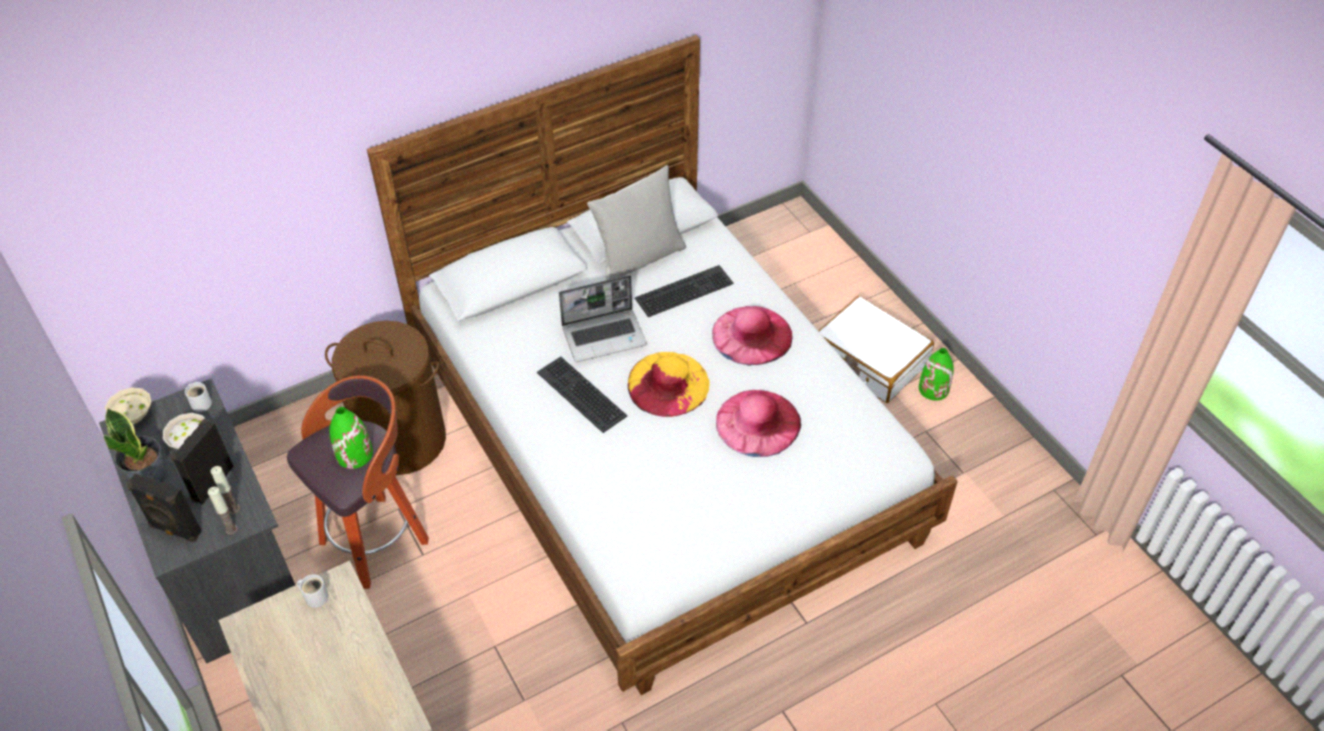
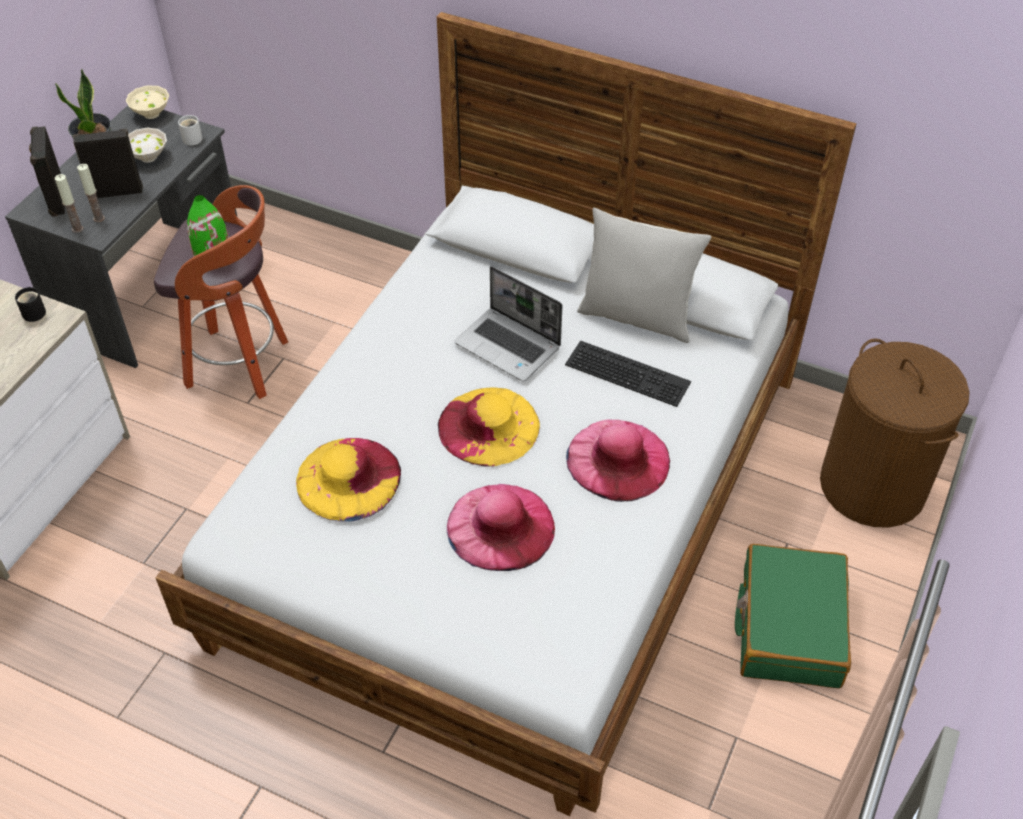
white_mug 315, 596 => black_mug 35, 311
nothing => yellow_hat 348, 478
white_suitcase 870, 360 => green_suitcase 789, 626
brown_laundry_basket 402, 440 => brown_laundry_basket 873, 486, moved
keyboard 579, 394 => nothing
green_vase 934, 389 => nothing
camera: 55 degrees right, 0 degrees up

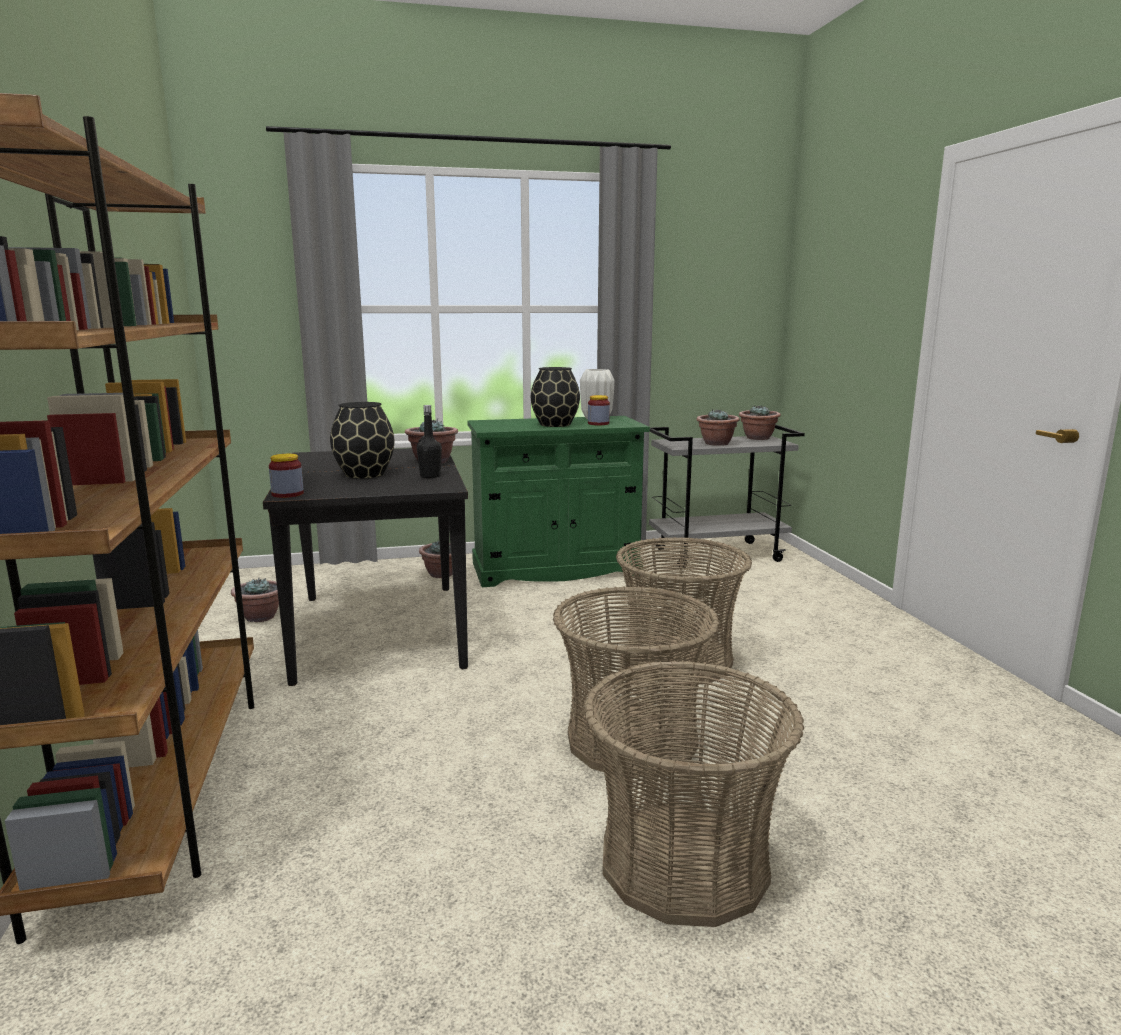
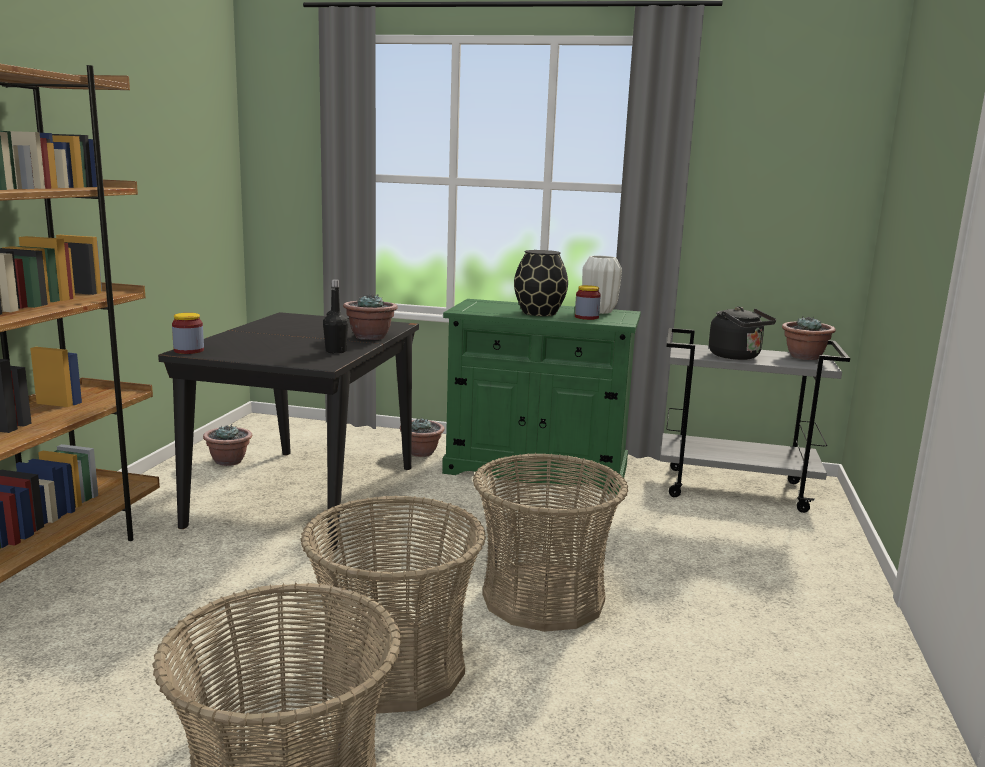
potted_plant 716, 443 => black_kettle 737, 357
black_vase 364, 474 => nothing
camera: 25 degrees right, 0 degrees up

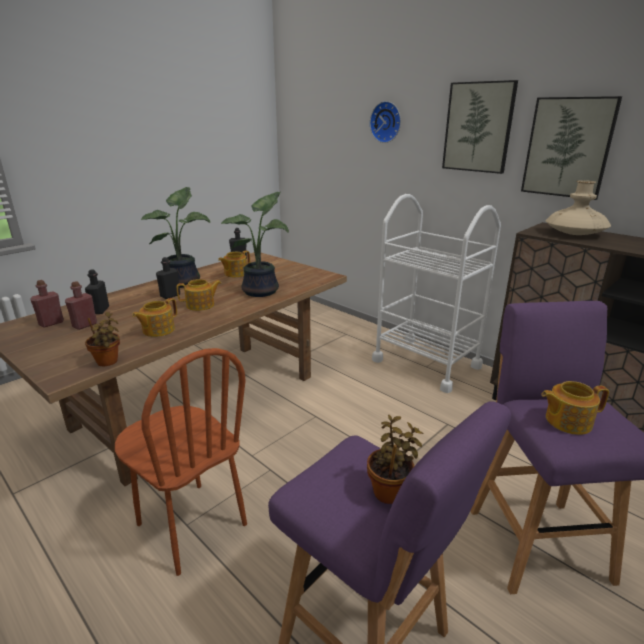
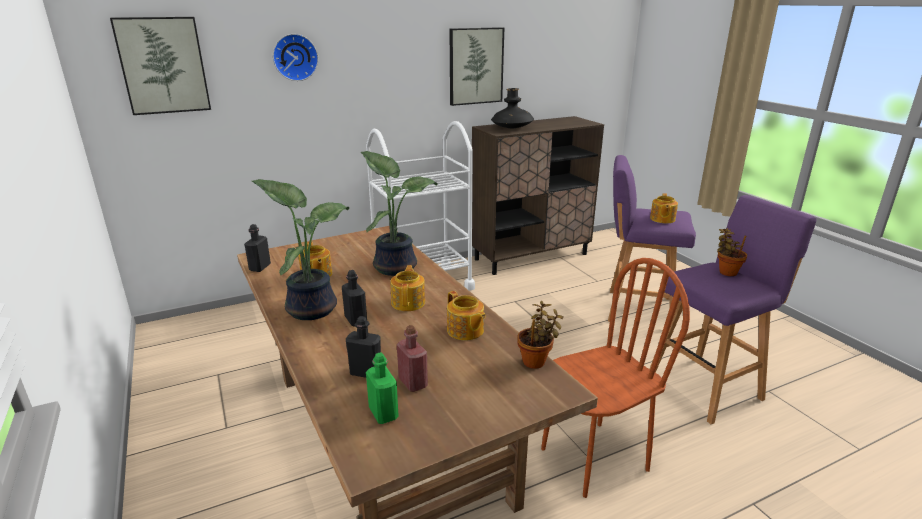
picture 478, 127 => picture 163, 65, moved
red_bottle 51, 323 => green_bottle 383, 413
beige_vase 574, 234 => black_vase 512, 127
camera: 70 degrees left, 0 degrees up

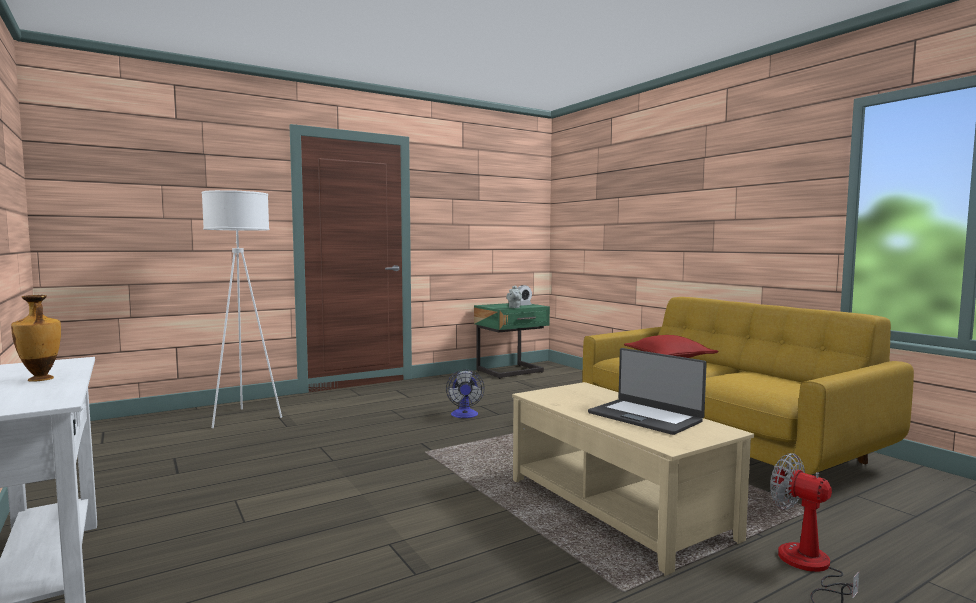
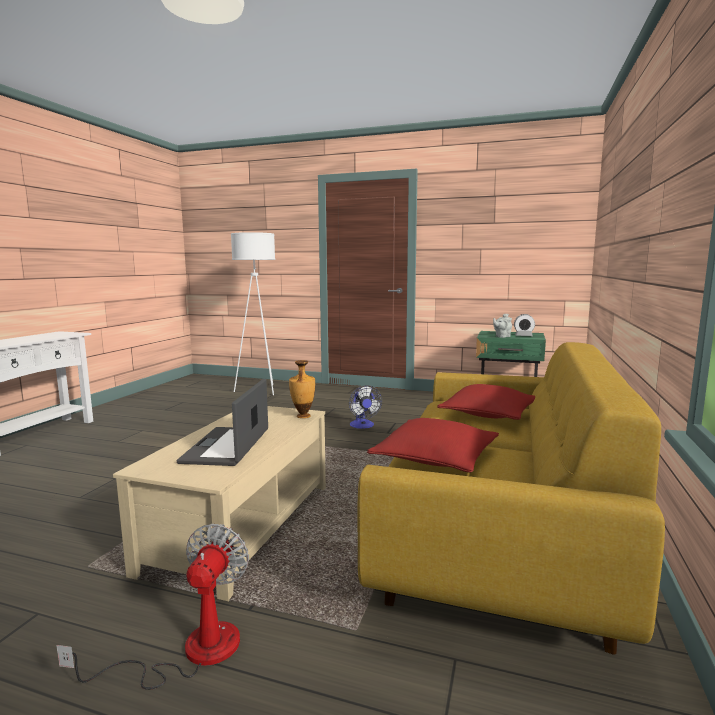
vase 40, 379 => vase 303, 416, moved
fan 464, 415 => fan 363, 426, 60 degrees counterclockwise
nothing => red_pillow 435, 458
camera: 50 degrees right, 5 degrees up

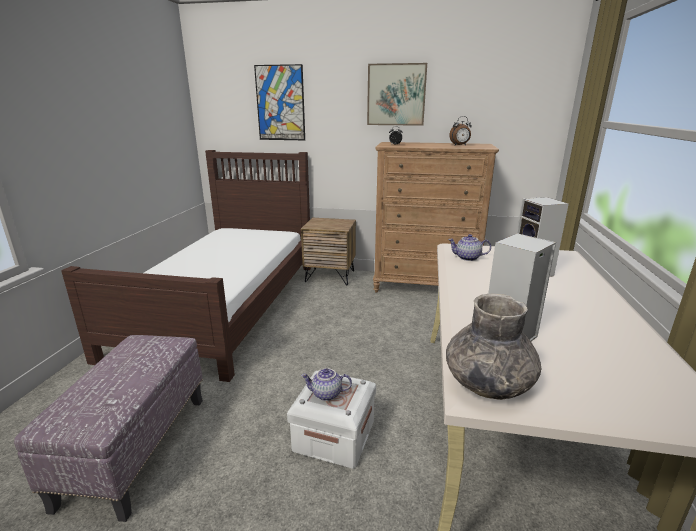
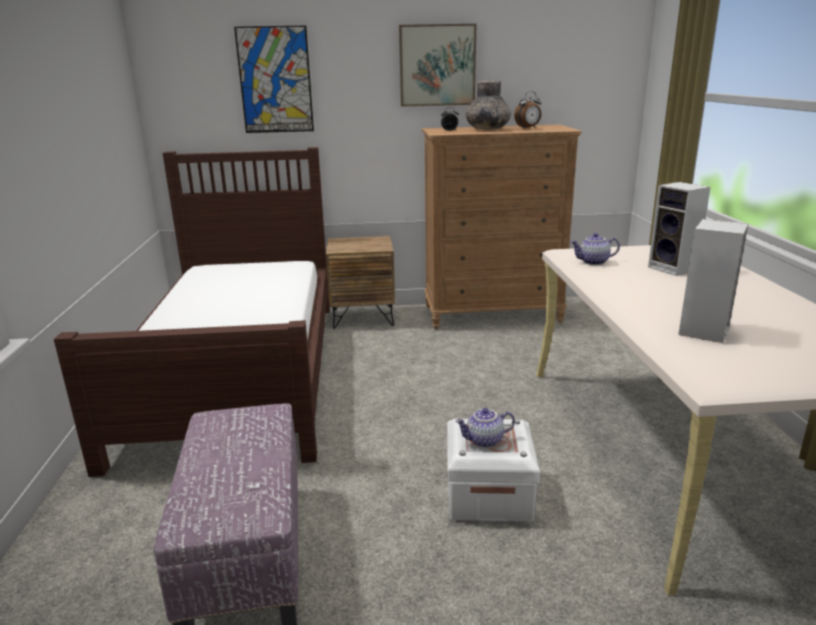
grey_vase 487, 383 => grey_vase 487, 129, moved
camera: 15 degrees left, 0 degrees up

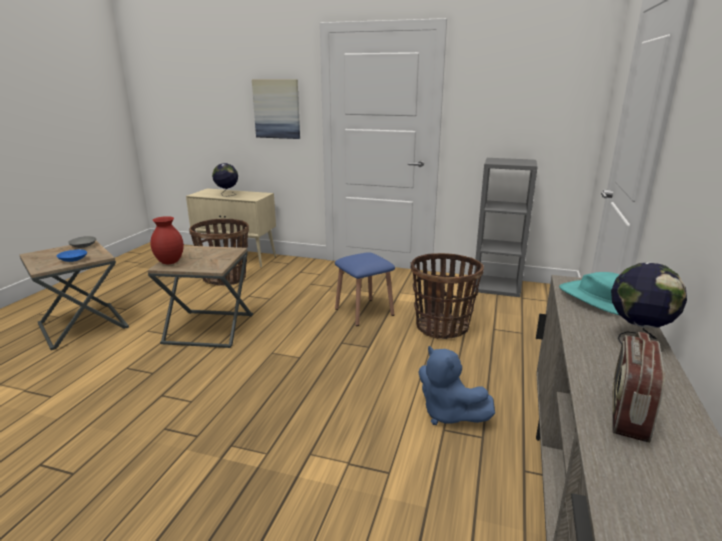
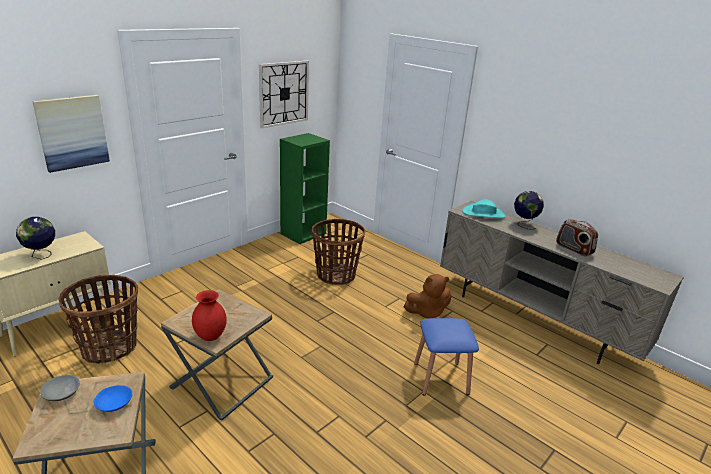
nothing => wall_clock 284, 93
grey_bookcase 497, 286 => green_bookcase 303, 233
blue_plush_toy 448, 414 => brown_plush_toy 427, 312
blue_stool 364, 312 => blue_stool 441, 378, moved
camera: 65 degrees left, 5 degrees up

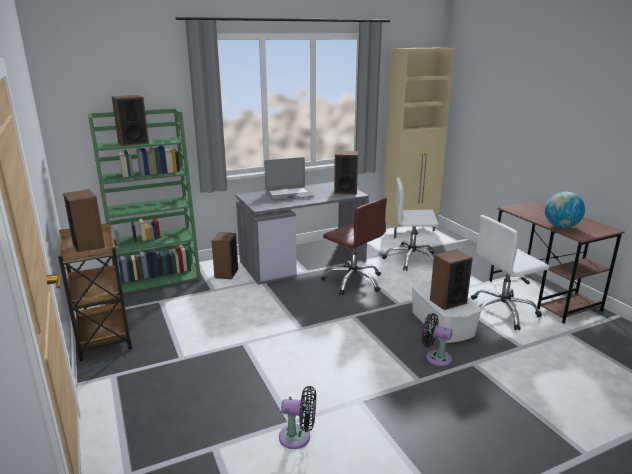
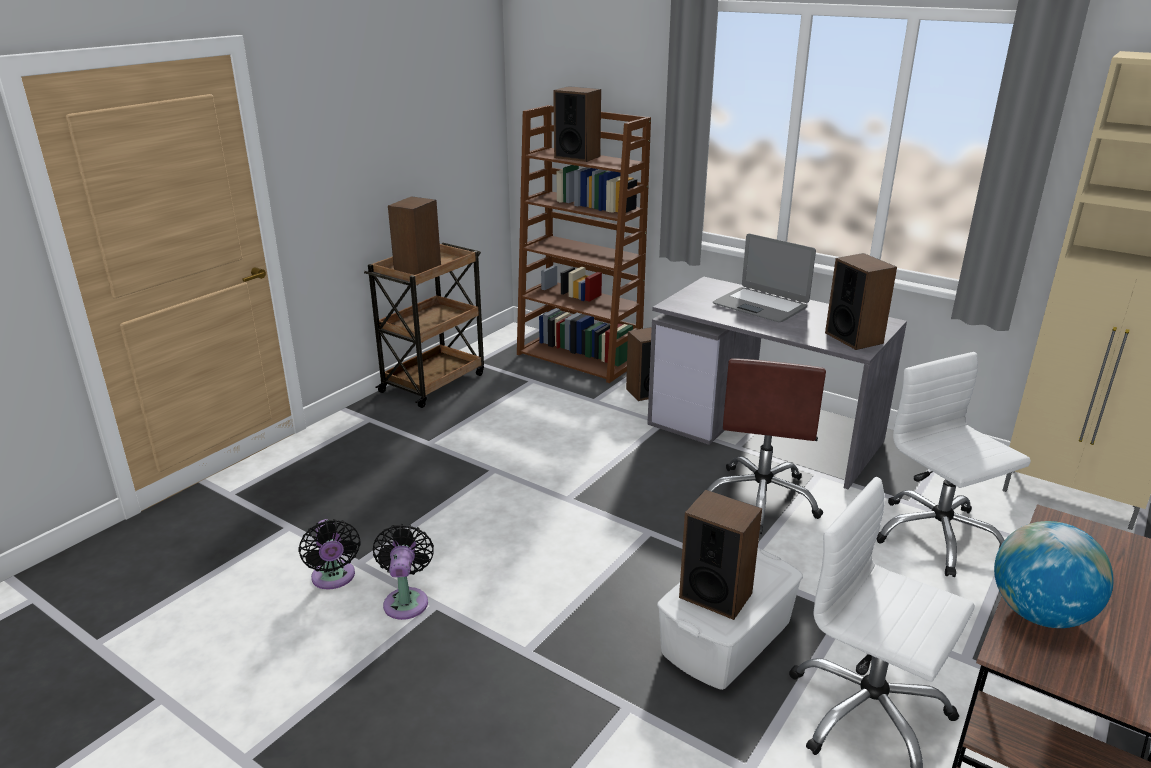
black_fan 435, 357 => black_fan 406, 600, moved
green_bookcase 158, 278 => brown_bookcase 580, 357
camera: 60 degrees right, 5 degrees up

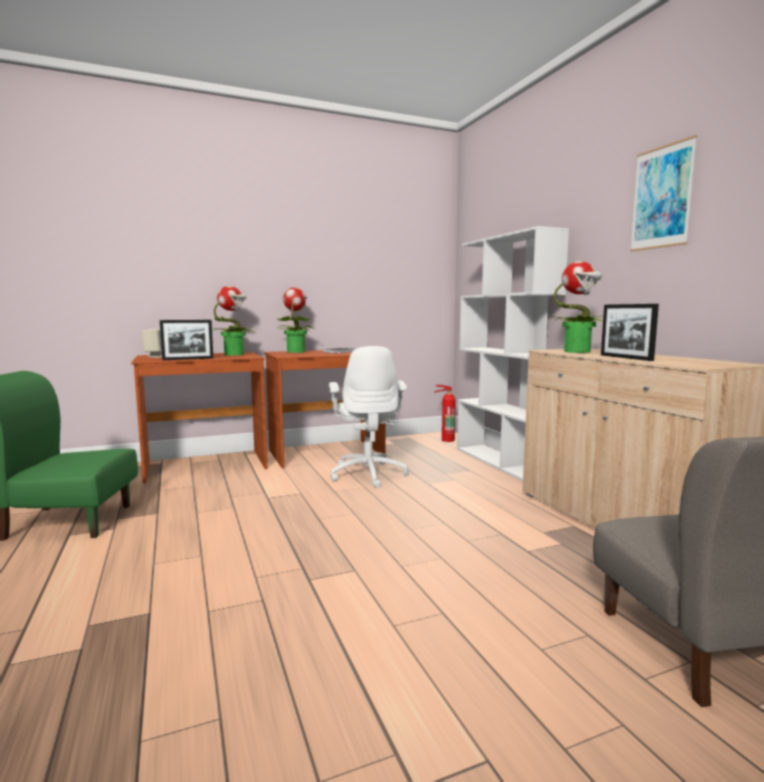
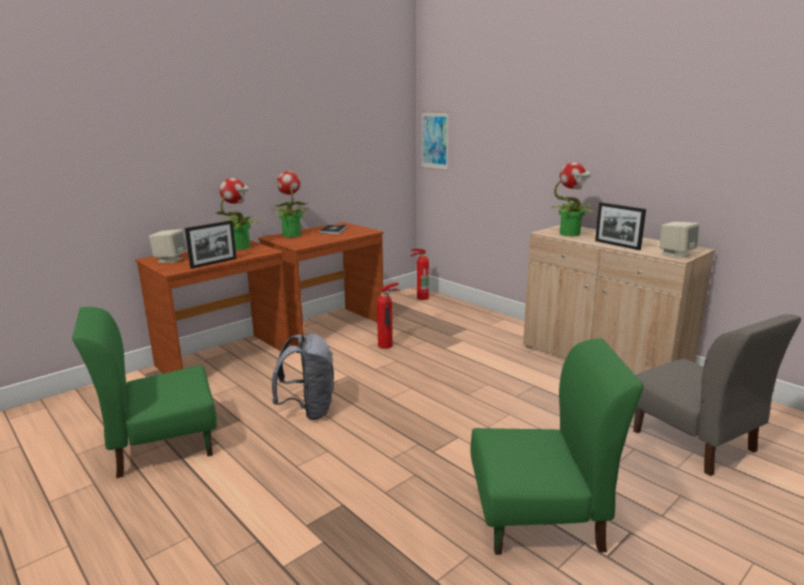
nothing => grey_backpack 308, 410
white_office_chair 368, 474 => fire_extinguisher 387, 346
picture 662, 197 => picture 435, 140, moved
nothing => green_chair 539, 519
nothing => beige_speaker 676, 254
white_bookcase 502, 462 => nothing
camera: 20 degrees left, 10 degrees up

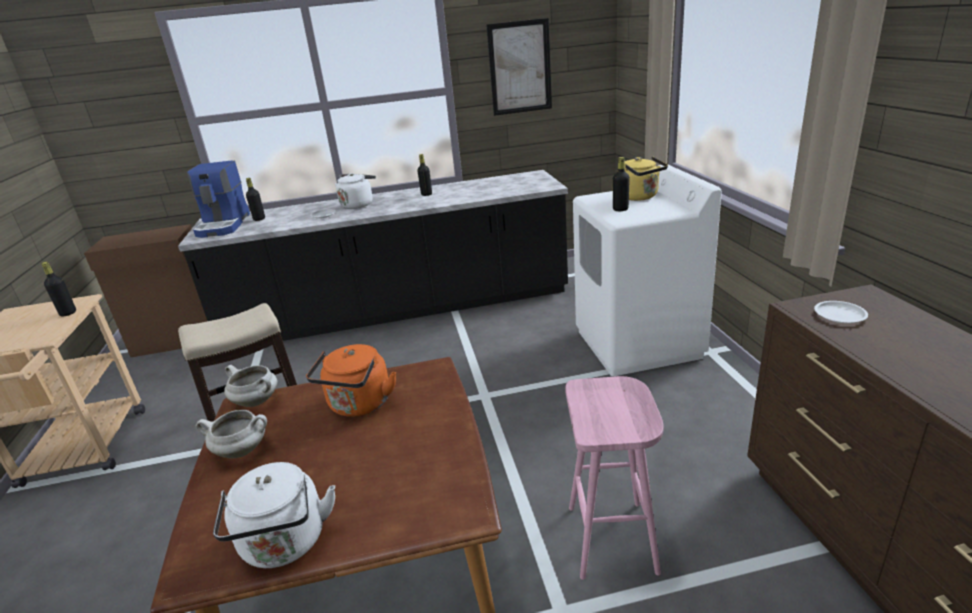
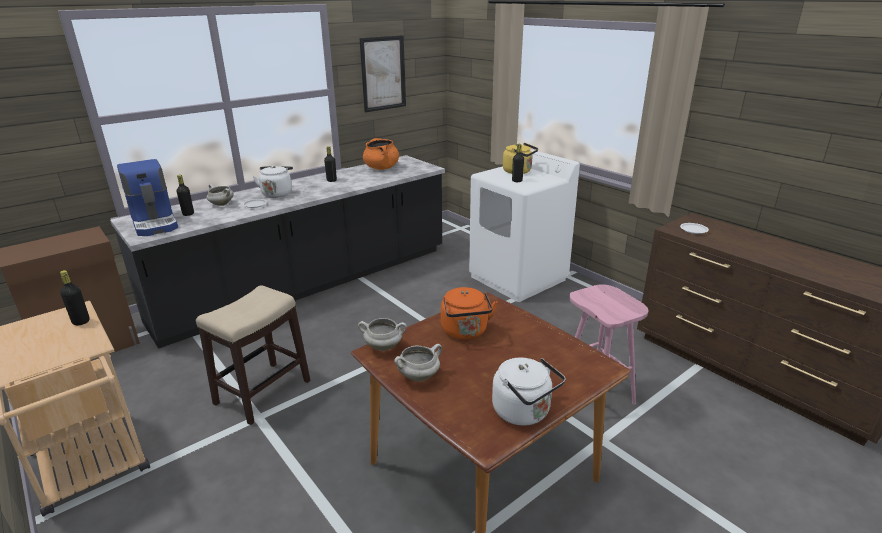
nothing => white_cooking_pot 221, 204
nothing => orange_cooking_pot 381, 168
camera: 30 degrees left, 0 degrees up

